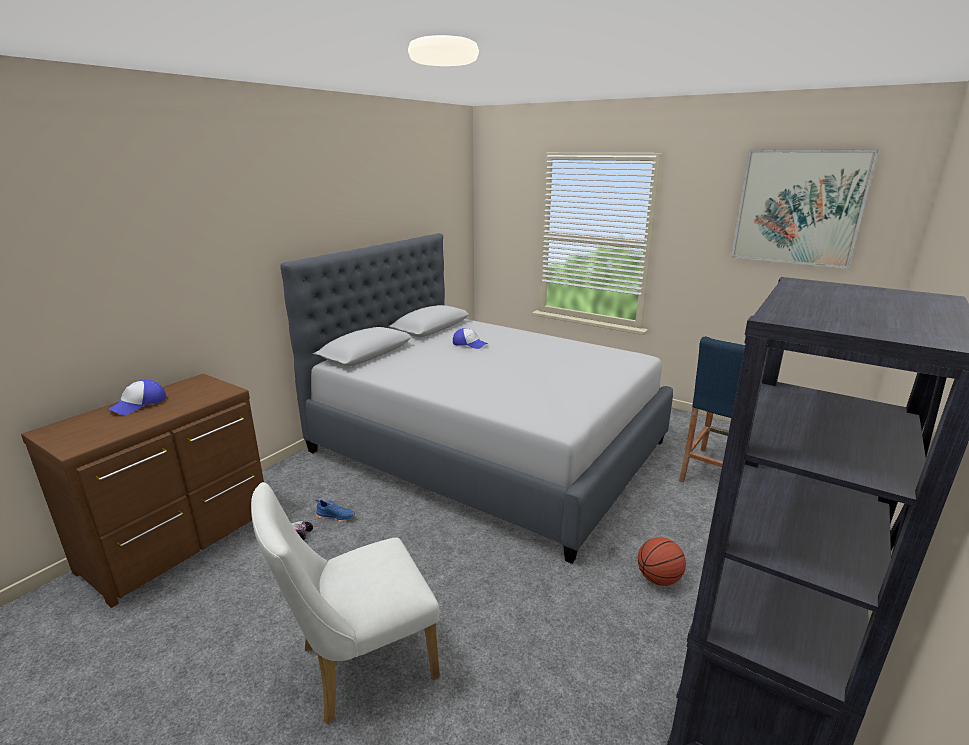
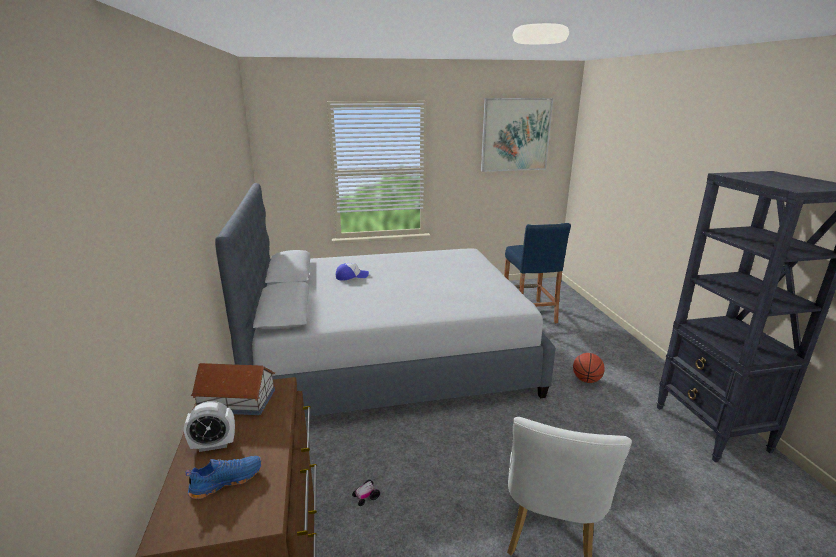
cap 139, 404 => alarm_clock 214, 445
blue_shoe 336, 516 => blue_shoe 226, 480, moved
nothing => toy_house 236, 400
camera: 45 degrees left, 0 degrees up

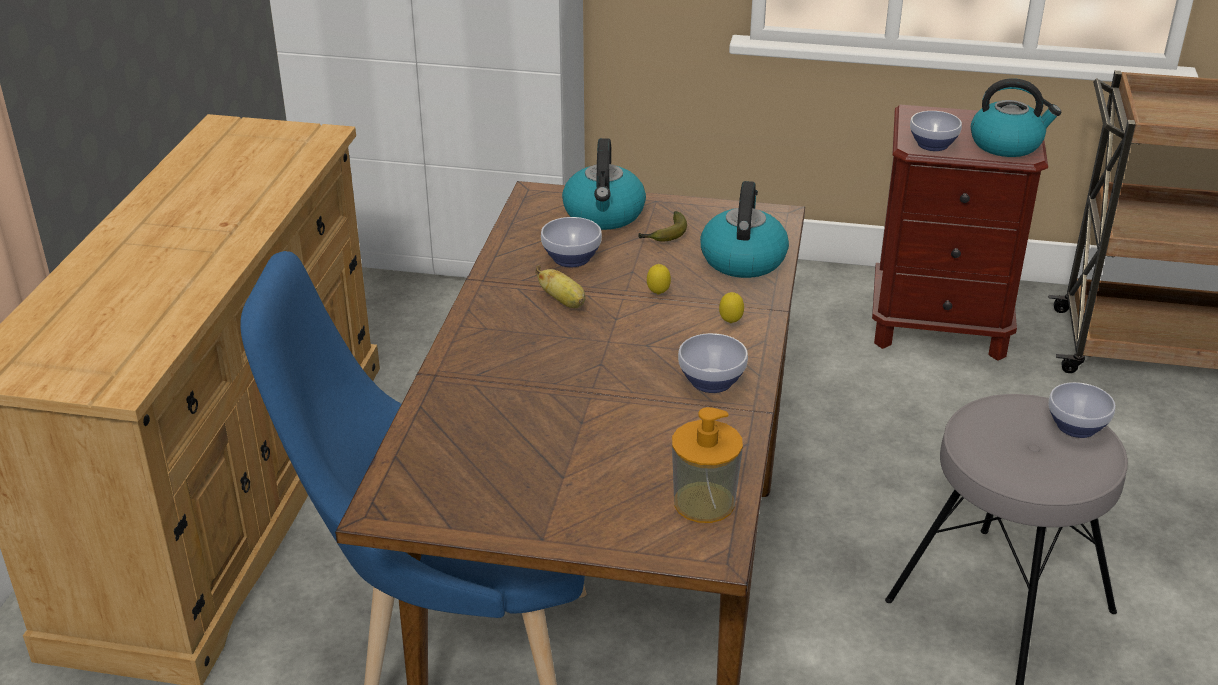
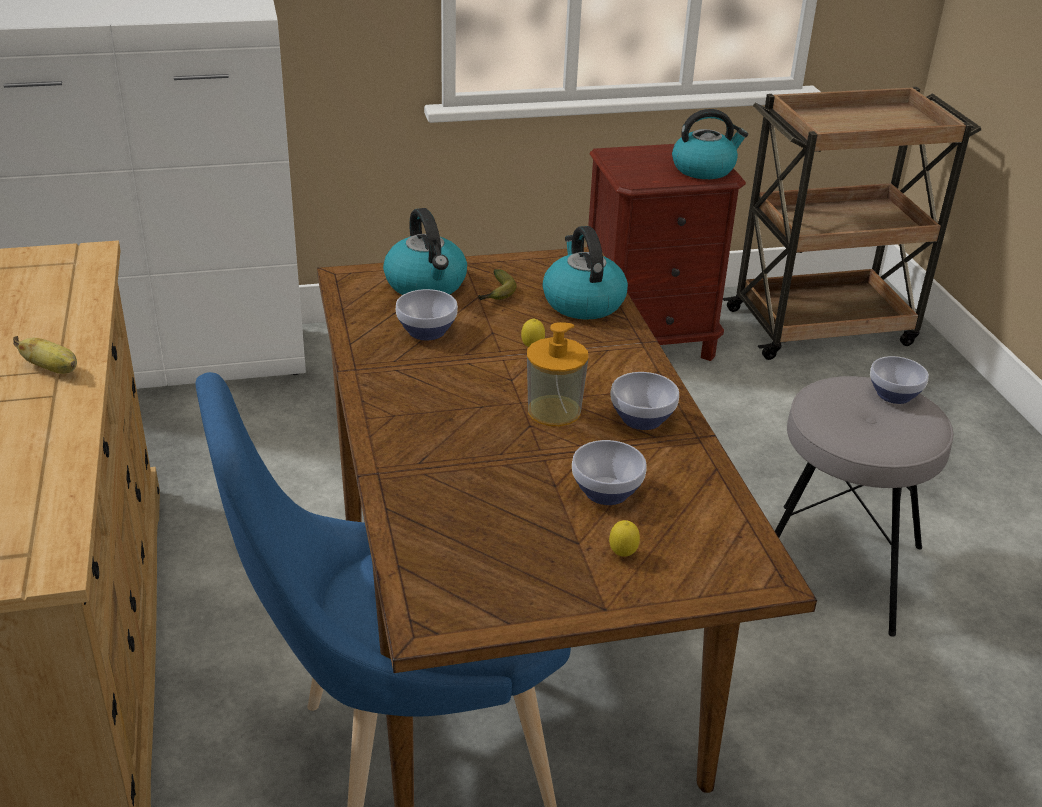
banana 564, 302 => banana 53, 369, moved
soap_dispenser 704, 502 => soap_dispenser 554, 411, moved
bowl 934, 145 => bowl 608, 491, moved
lemon 730, 322 => lemon 622, 555, moved
camera: 25 degrees left, 0 degrees up

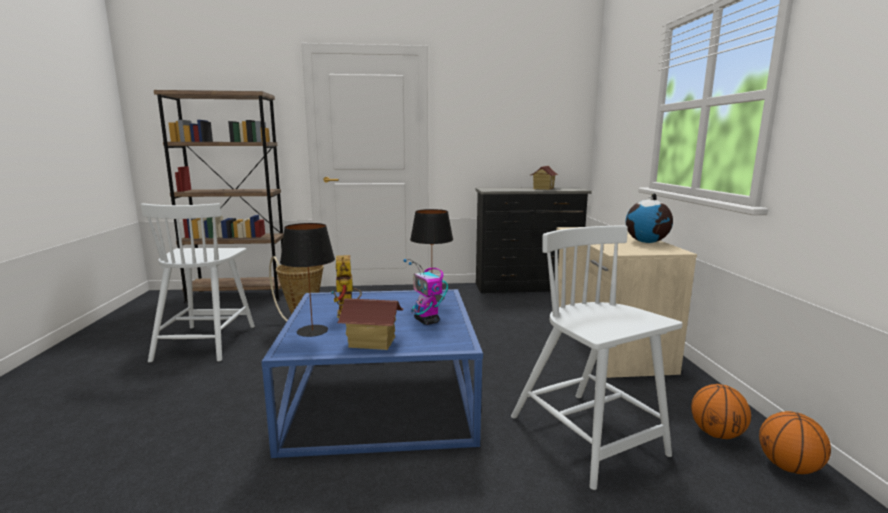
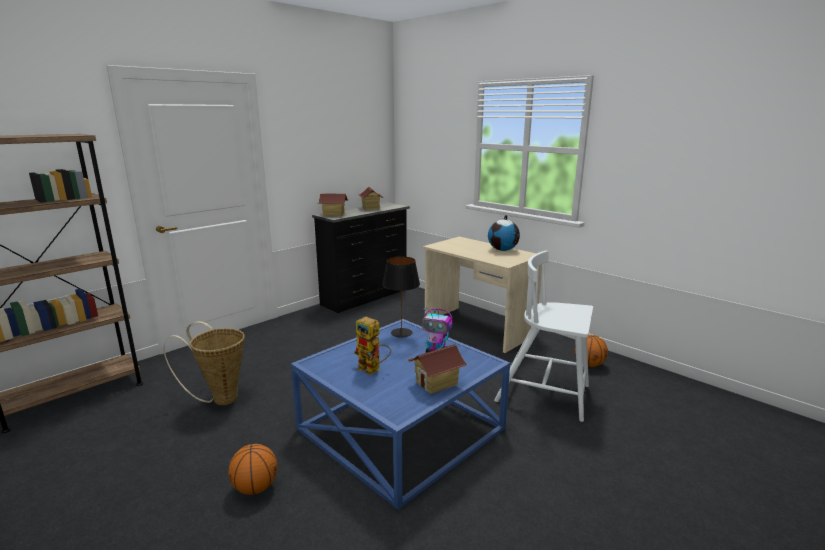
basketball 788, 467 => basketball 255, 488, moved
nothing => toy_house 334, 215
white_chair 206, 342 => nothing
black_table_lamp 312, 330 => nothing
camera: 40 degrees left, 5 degrees up

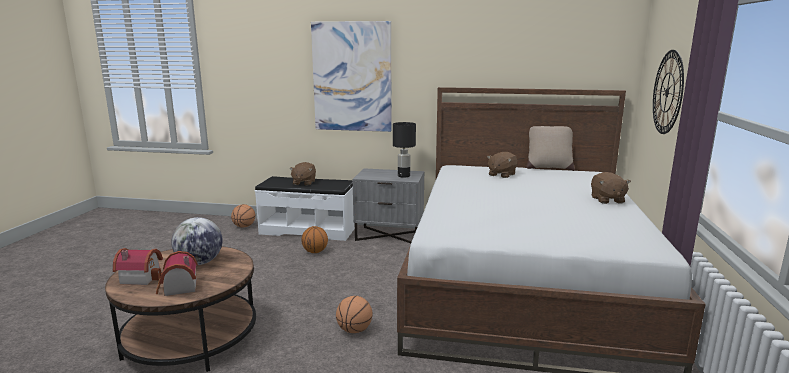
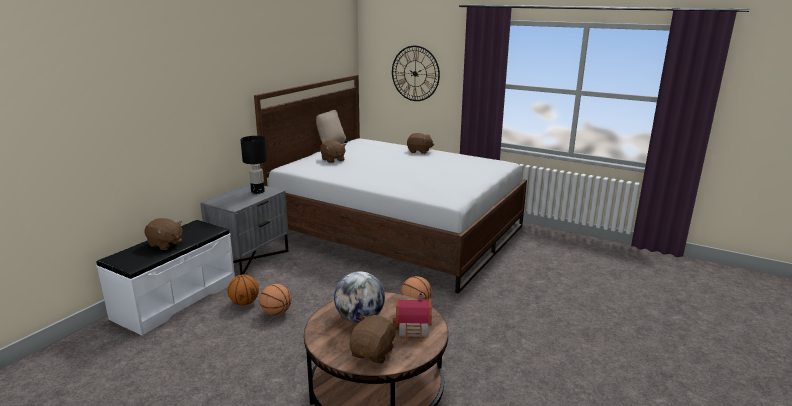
basketball 244, 226 => basketball 276, 313, moved
toy_house 141, 277 => brown_plush_toy 373, 353
picture 352, 77 => nothing
camera: 70 degrees left, 5 degrees up

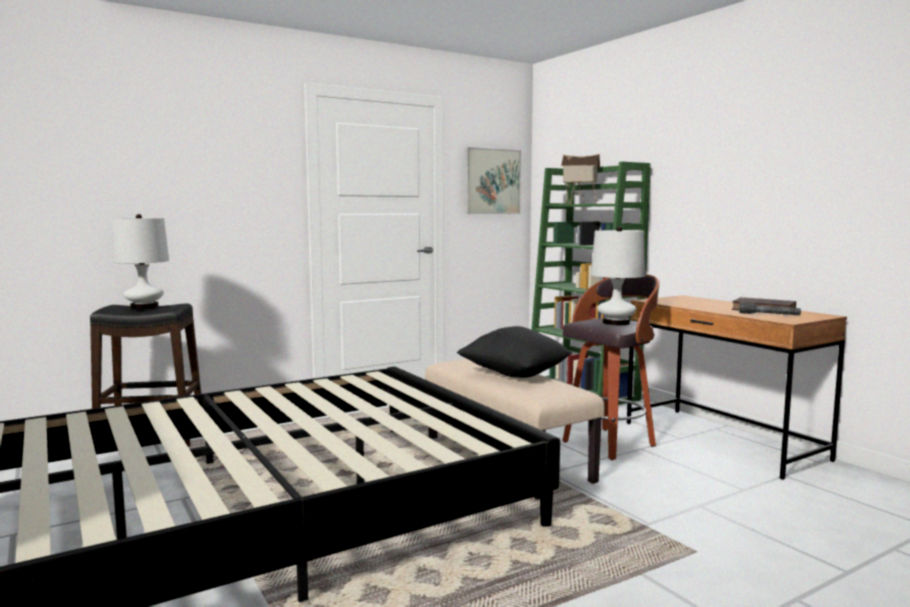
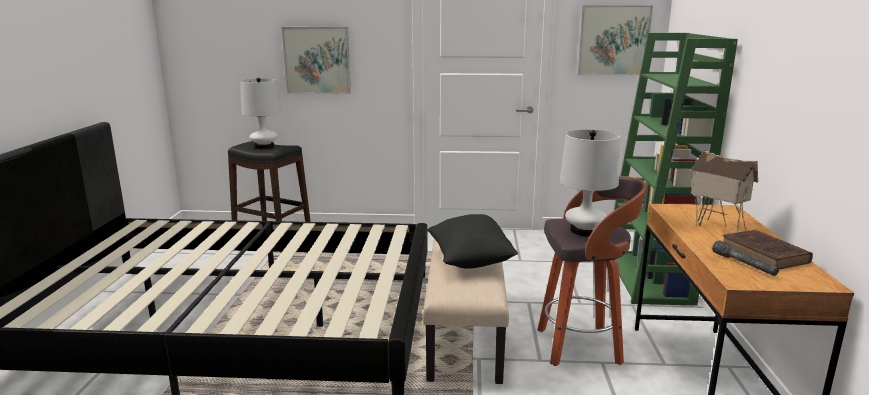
nothing => picture 317, 60
toy_house 579, 204 => toy_house 715, 227, moved
camera: 35 degrees right, 10 degrees up

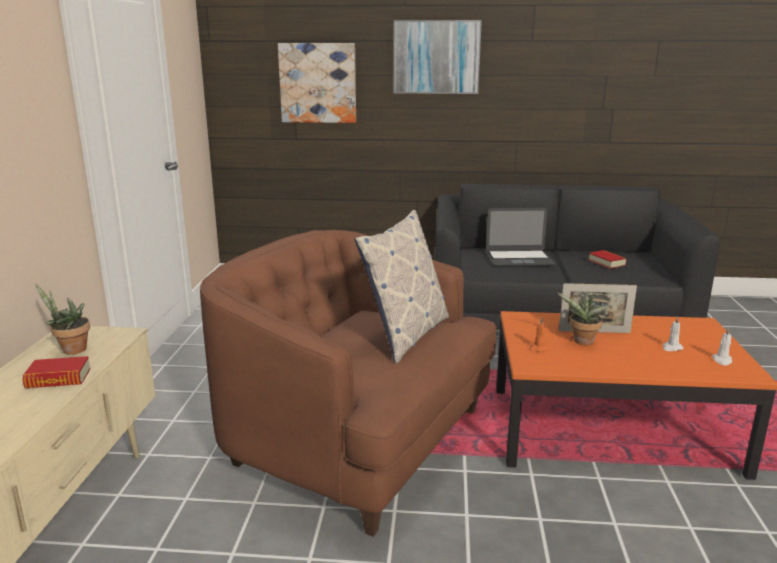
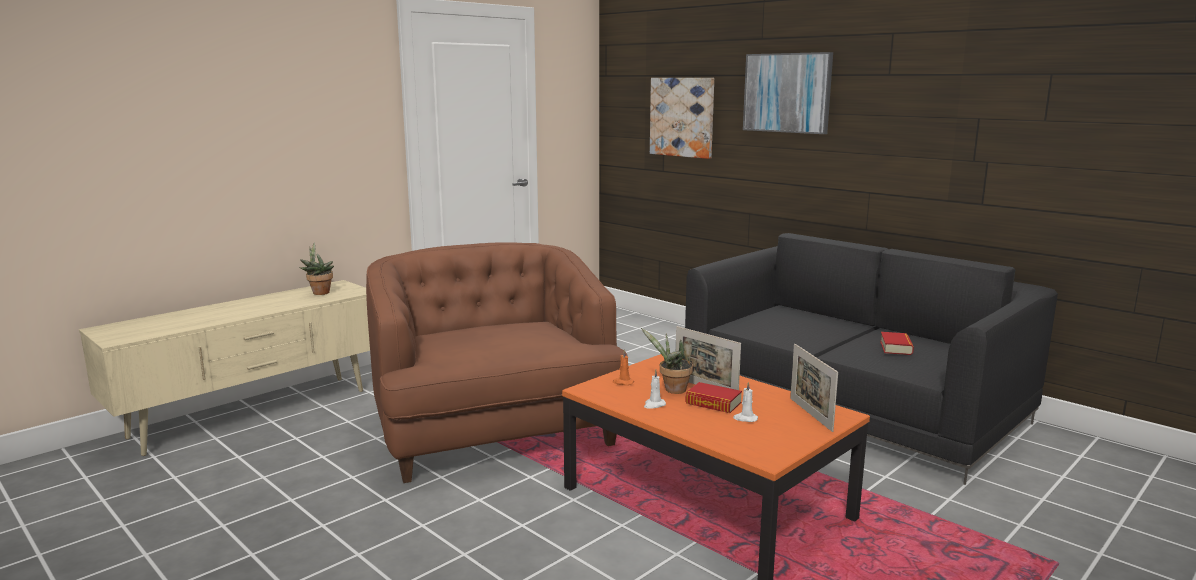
white_candle 722, 360 => white_candle 654, 405, moved
book 58, 378 => book 713, 403, moved
nothing => picture_frame 810, 414
pillow 405, 335 => nothing
laptop 519, 258 => nothing
camera: 40 degrees right, 5 degrees down

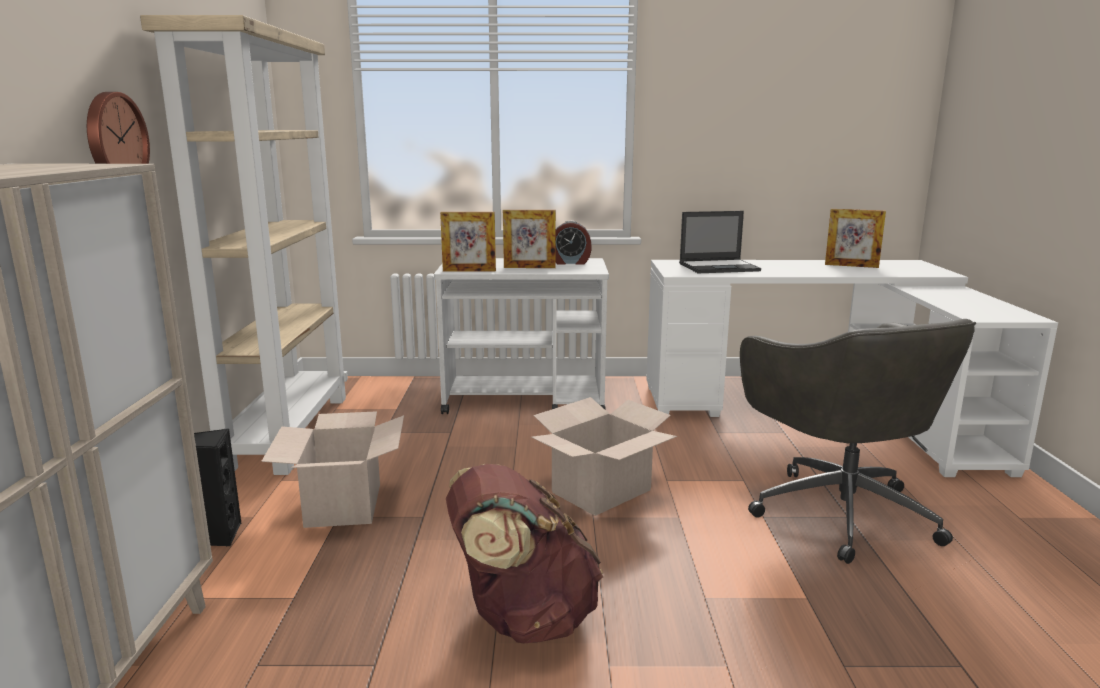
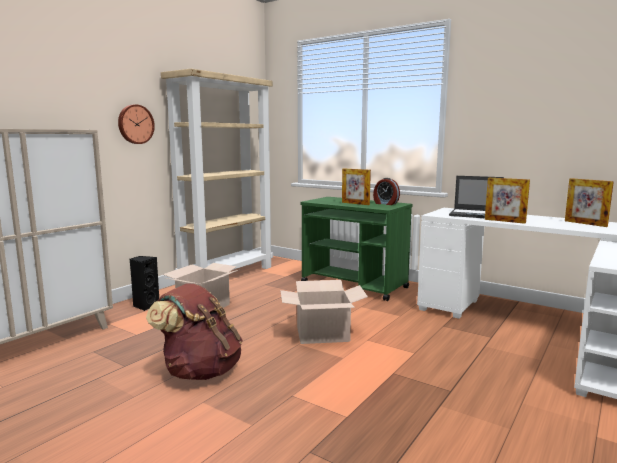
white_cart 525, 400 => green_cart 355, 285
picture_frame 469, 271 => picture_frame 504, 221, moved
grey_office_chair 839, 511 => nothing
camera: 35 degrees right, 5 degrees down

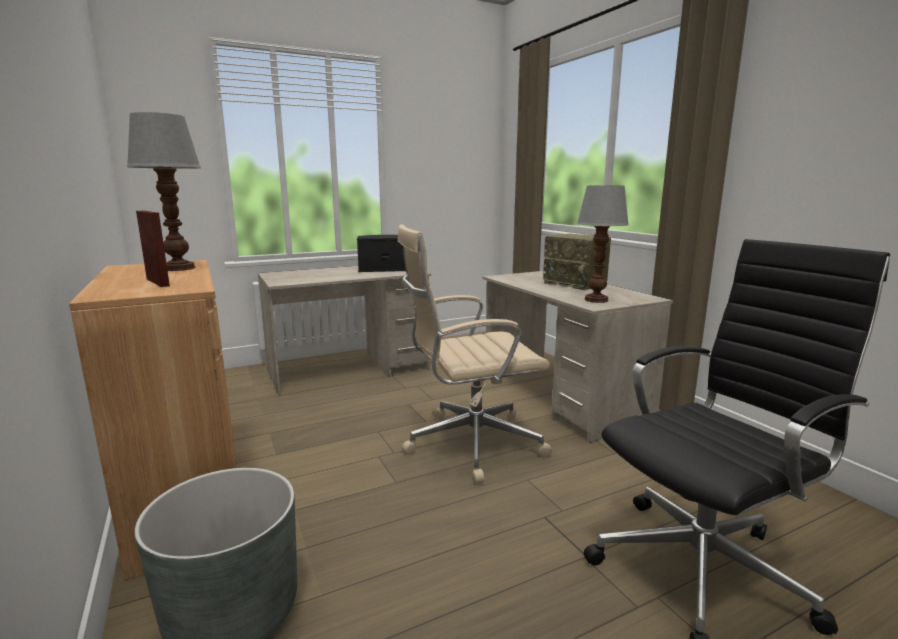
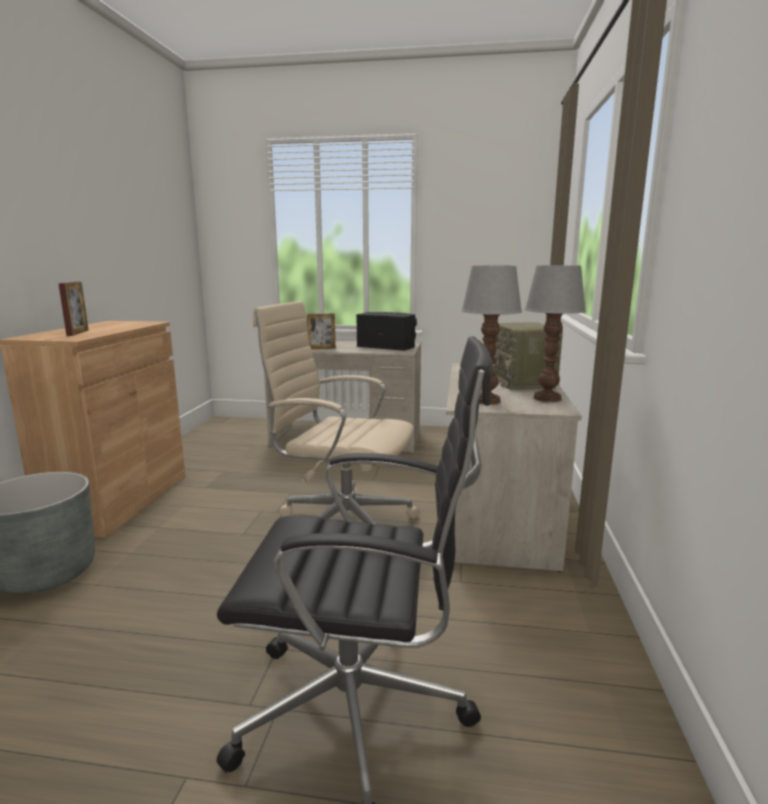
nothing => picture_frame 321, 348
table_lamp 180, 268 => table_lamp 548, 399, moved
camera: 35 degrees right, 0 degrees up

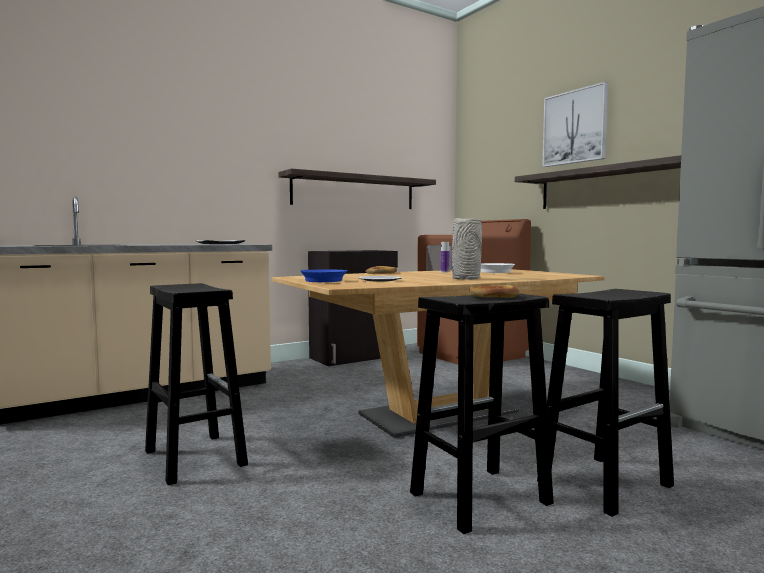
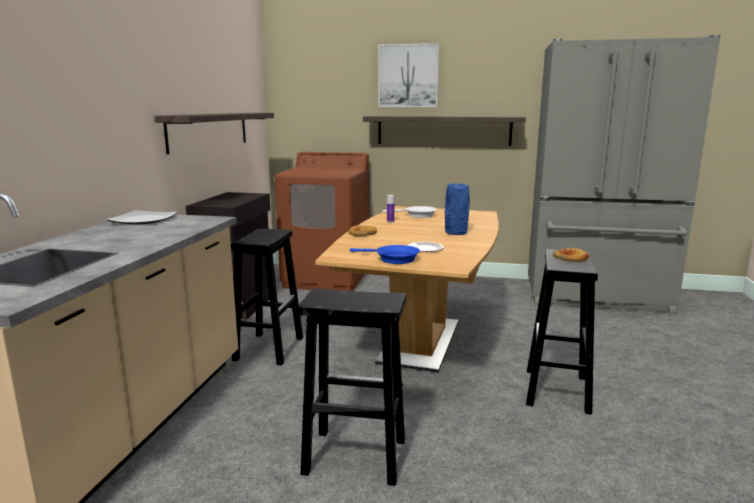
black_stool 605, 483 => black_stool 269, 348, moved
grey_vase 465, 278 => blue_vase 456, 233
camera: 45 degrees left, 10 degrees up

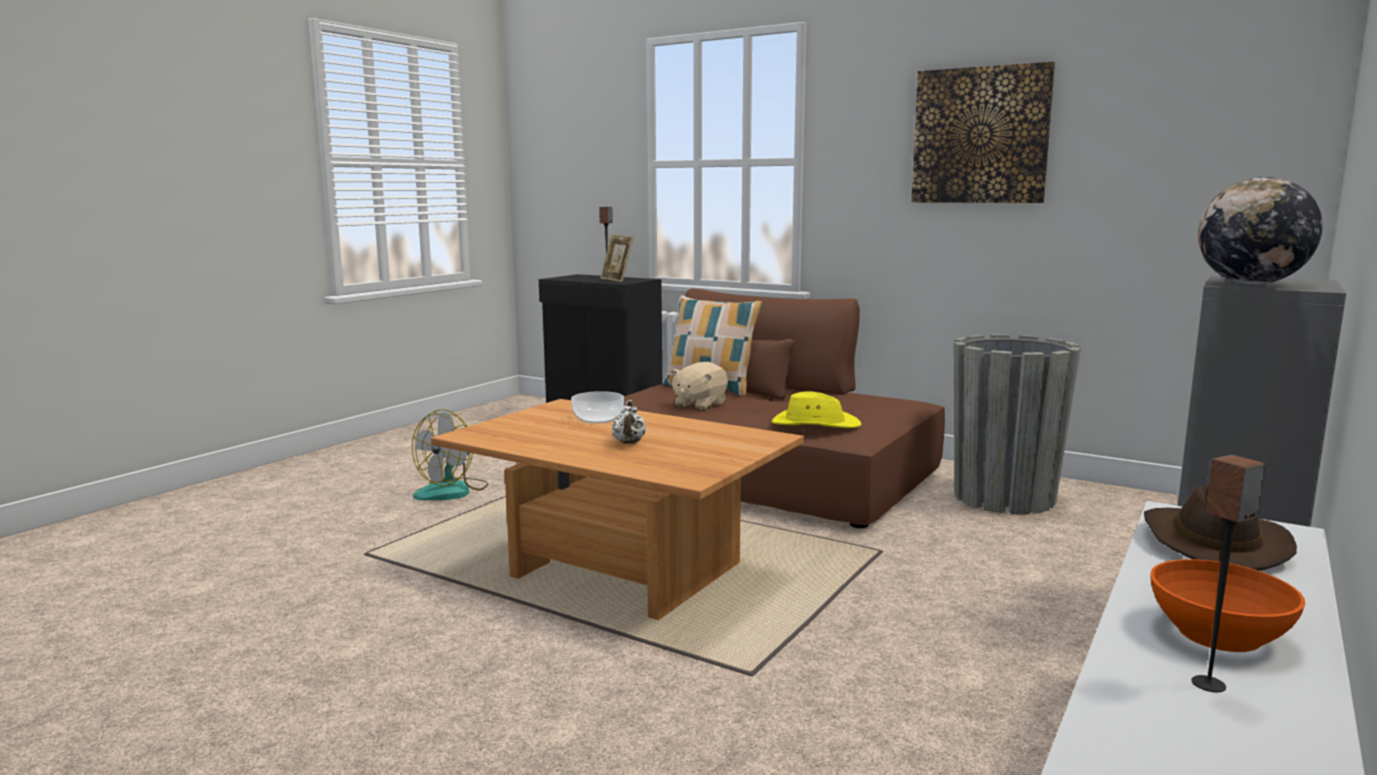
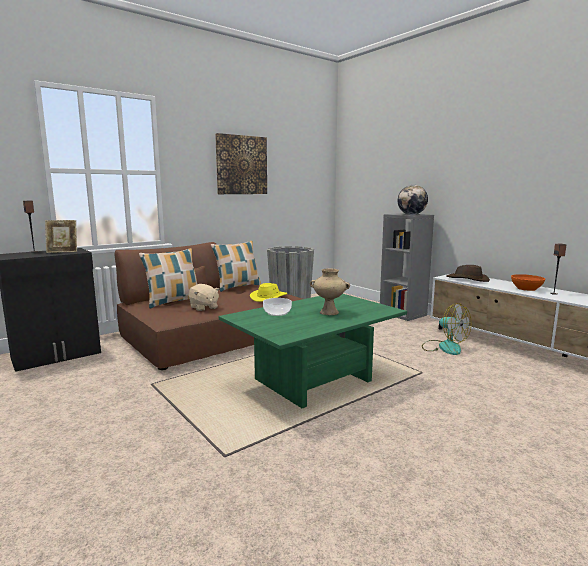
nothing => pillow 237, 287
brown_coffee_table 620, 572 => green_coffee_table 314, 382
white_teapot 629, 443 => beige_vase 329, 312
fan 452, 491 => fan 444, 347, moved
camera: 70 degrees left, 0 degrees up

